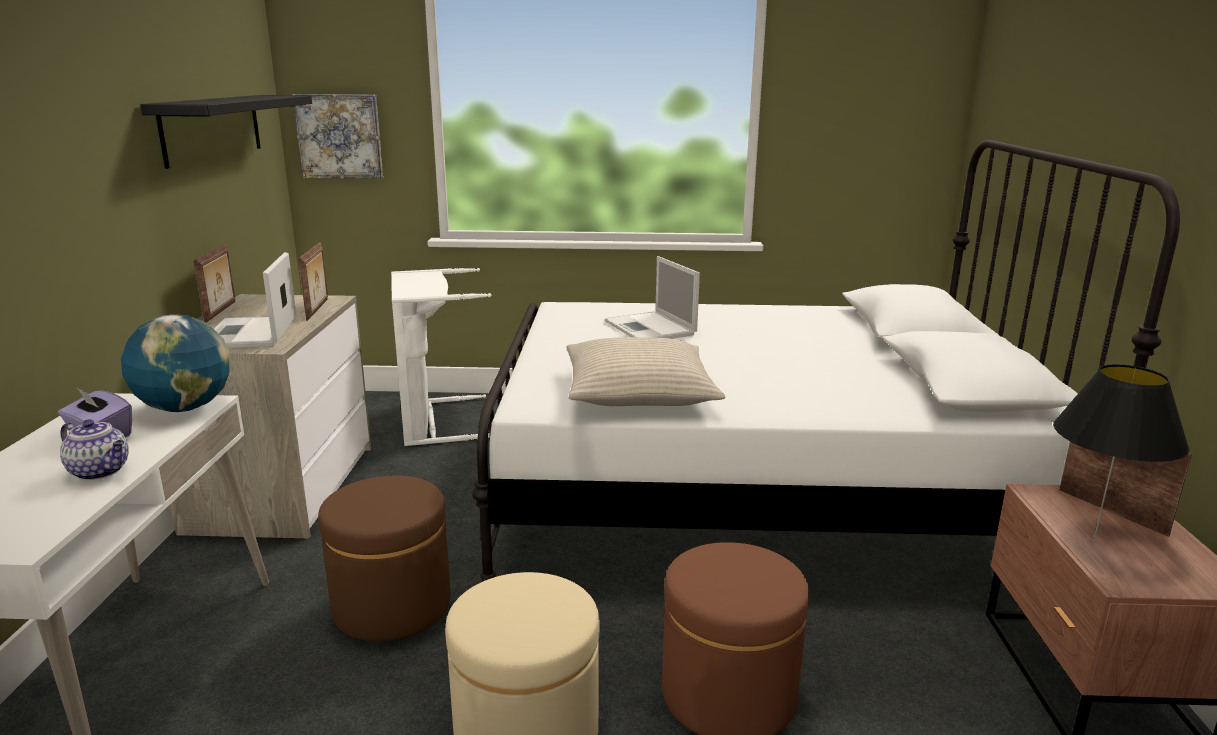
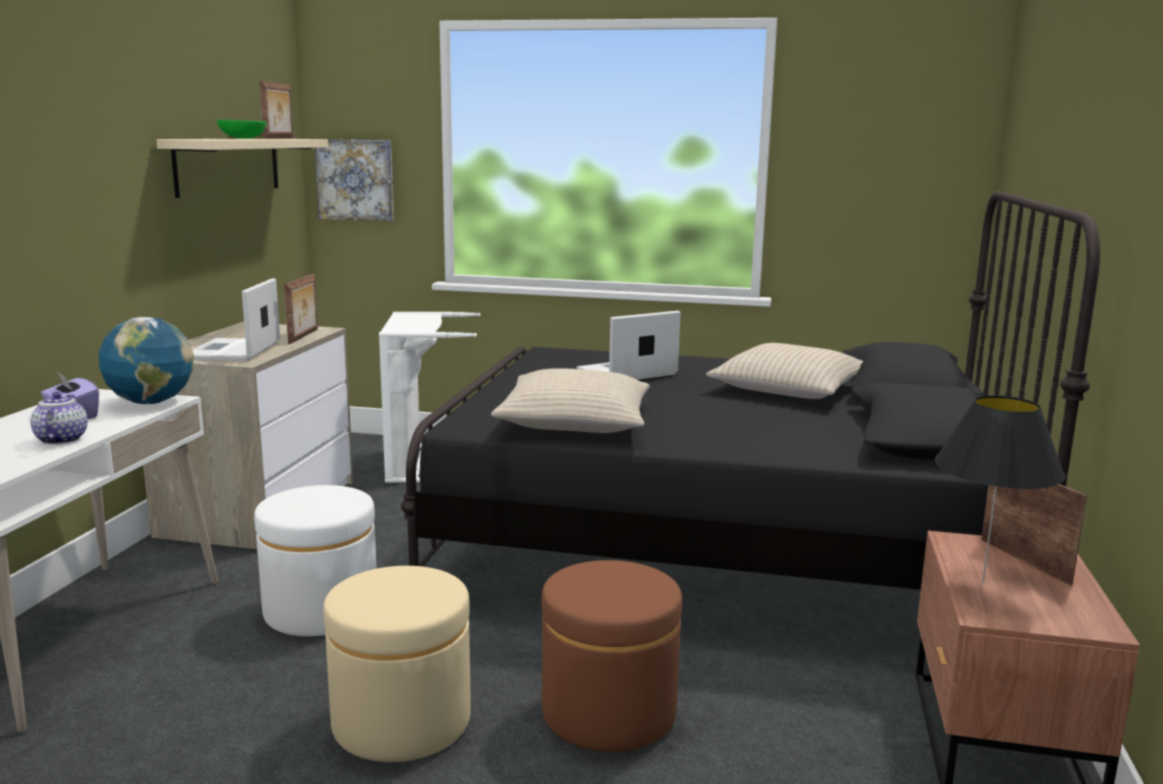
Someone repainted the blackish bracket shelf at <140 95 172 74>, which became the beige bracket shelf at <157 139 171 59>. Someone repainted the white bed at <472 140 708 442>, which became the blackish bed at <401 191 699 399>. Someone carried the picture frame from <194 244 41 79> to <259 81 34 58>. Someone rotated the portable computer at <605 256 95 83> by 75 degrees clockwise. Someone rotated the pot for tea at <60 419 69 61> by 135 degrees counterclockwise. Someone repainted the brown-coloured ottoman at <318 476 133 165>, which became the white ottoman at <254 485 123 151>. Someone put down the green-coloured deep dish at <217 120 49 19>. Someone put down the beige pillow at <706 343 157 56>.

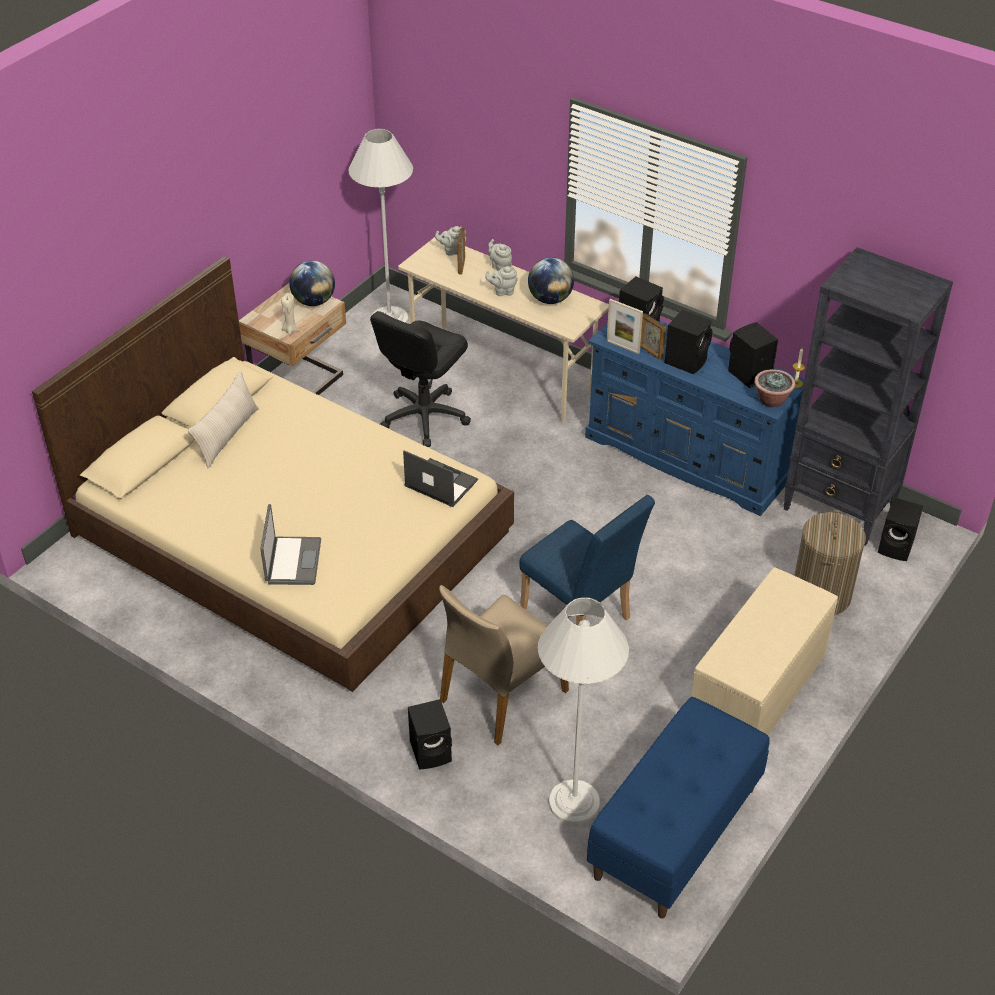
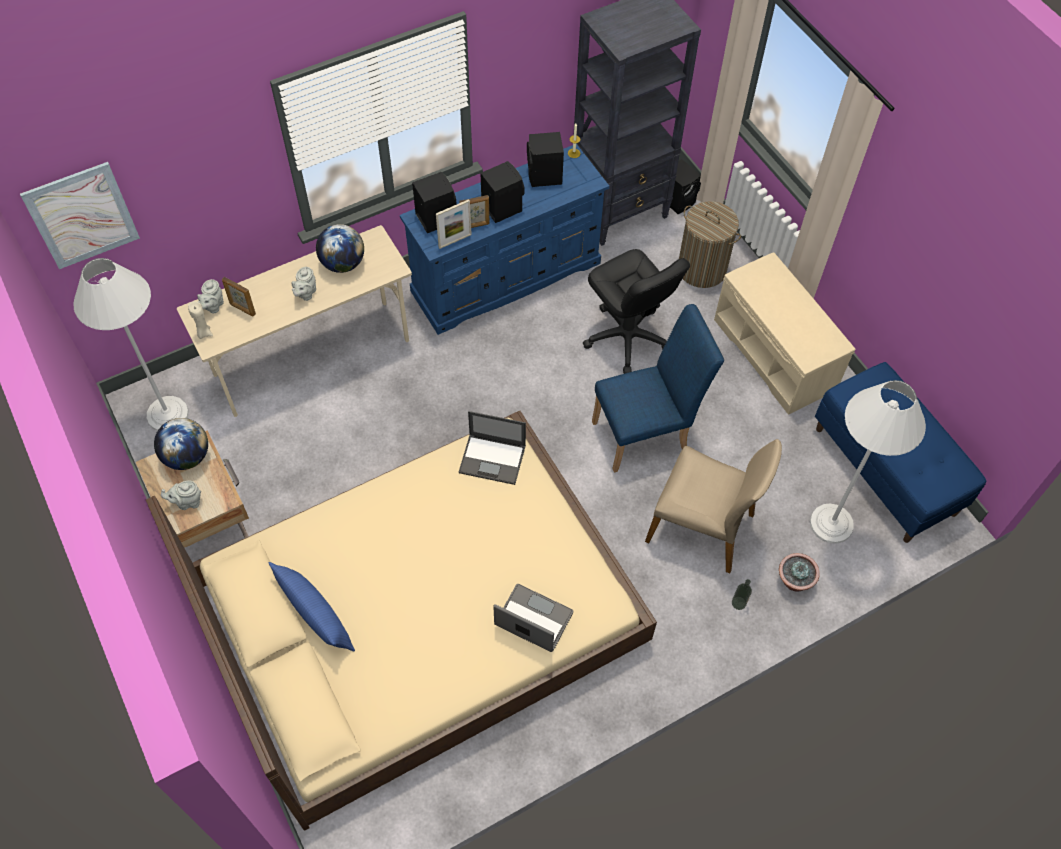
Someone carried the gray pot for tea from <488 239 24 32> to <161 481 40 29>. Someone carried the beige wax candle from <281 293 17 42> to <188 301 25 38>. Someone carried the blackish computer chair from <370 311 101 136> to <583 249 107 125>. Someone carried the potted plant from <754 369 41 39> to <779 553 41 39>. Someone repainted the beige pillow at <188 371 71 97>, which became the bluish pillow at <268 562 87 90>. Someone rotated the portable computer at <403 450 75 57> by 135 degrees counterclockwise. Someone rotated the beige plain chair at <439 585 130 160> by 45 degrees counterclockwise. Someone swapped the blackish loudspeaker at <408 699 44 71> for the beverage bottle at <732 579 20 31>. Someone put up the picture at <20 162 120 107>.

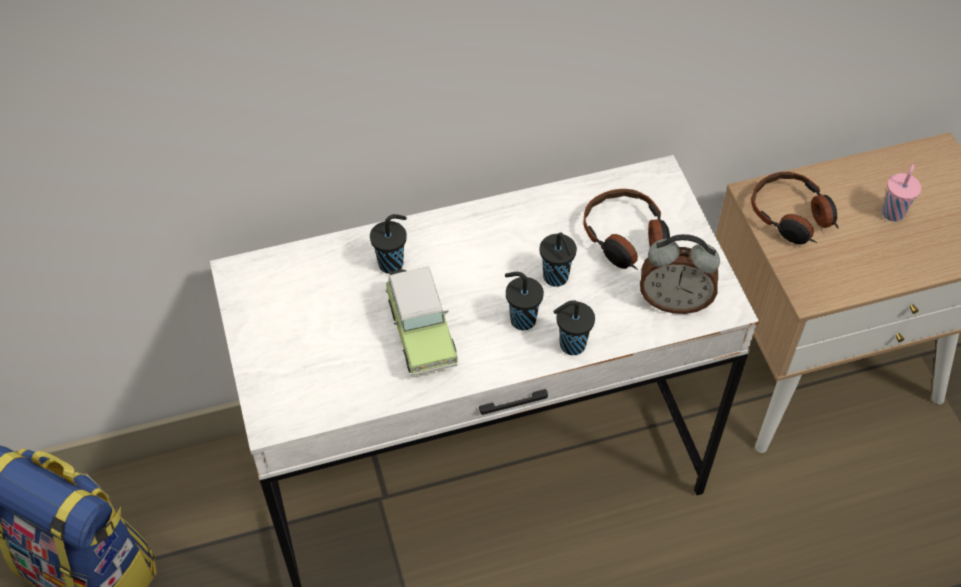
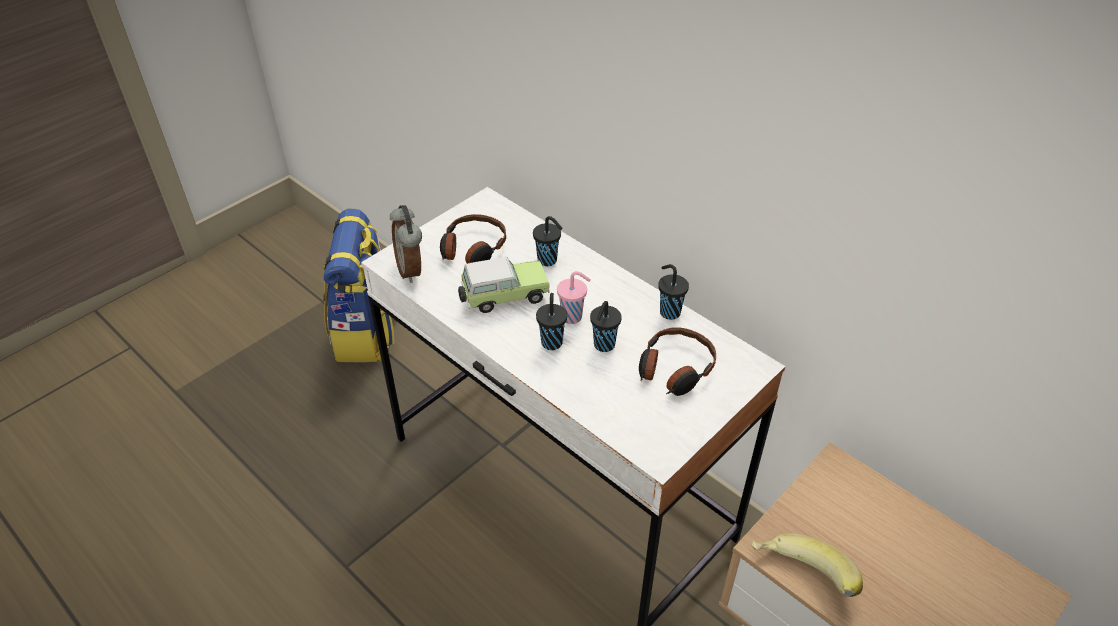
Someone carried the pink small cup from <882 164 39 58> to <557 271 34 53>. Someone carried the headset from <751 172 88 72> to <440 214 66 50>. Someone carried the table clock from <640 234 80 80> to <390 205 32 78>. Someone rotated the miniature car at <385 267 73 109> by 150 degrees counterclockwise. Someone carried the blackish small cup from <553 300 42 55> to <658 264 31 56>. Someone put down the whole banana at <751 533 112 64>.

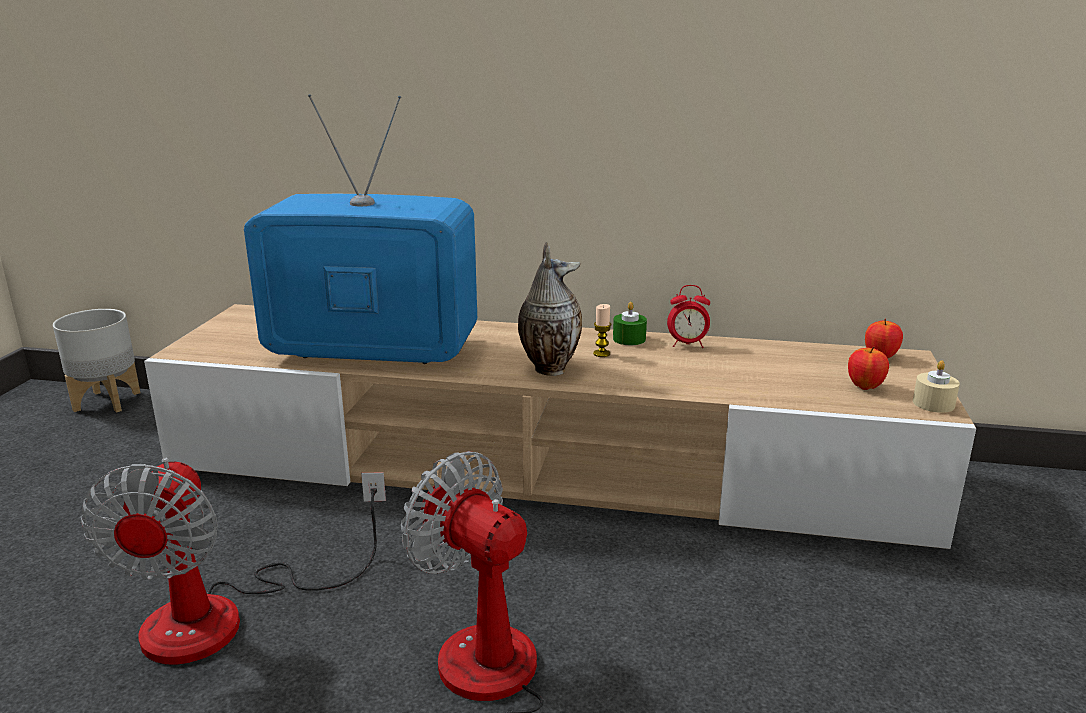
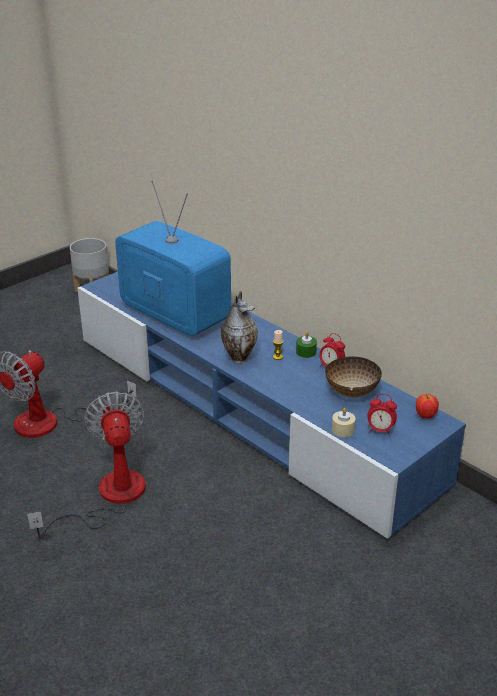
Someone repainted the beige tv unit at <144 304 832 245>, which became the bluish tv unit at <77 272 389 267>. Someone swapped the apple at <848 346 41 44> for the table clock at <368 394 29 42>. Someone carried the beige wax candle from <913 360 47 53> to <332 408 24 29>. Someone put down the deep dish at <325 356 57 42>.

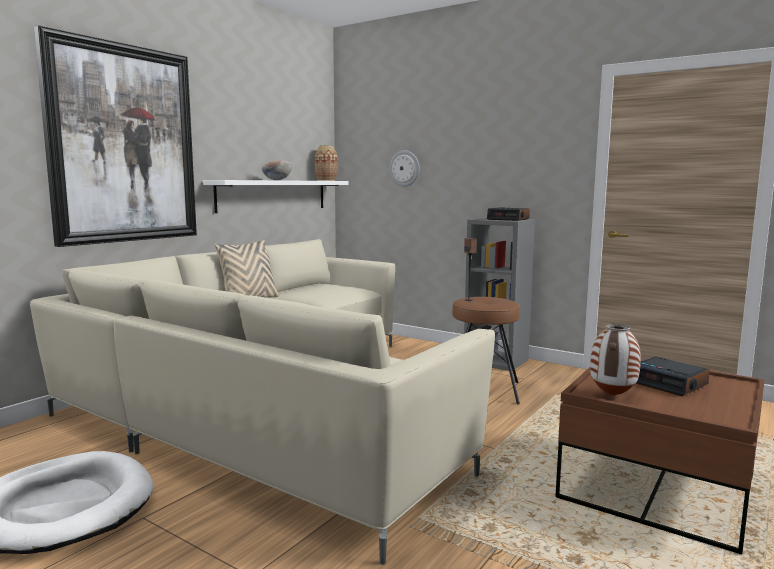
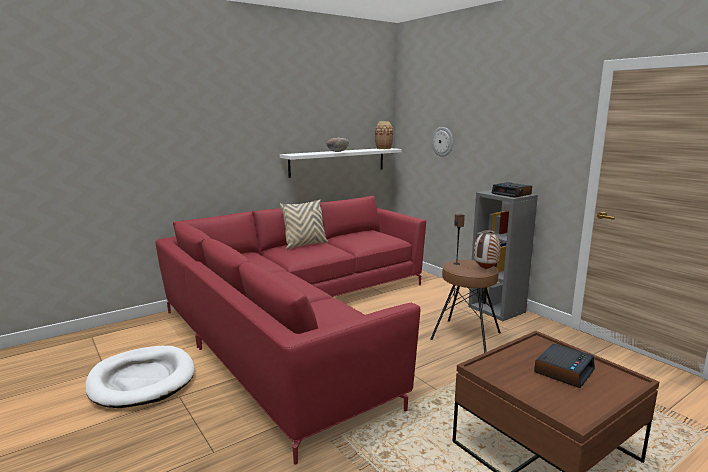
Someone took away the picture at <34 25 163 222>. Someone repainted the beige couch at <30 239 465 326>, which became the reddish couch at <155 195 271 270>. Someone carried the vase from <590 324 51 72> to <474 230 27 39>. Someone rotated the table clock at <636 357 74 39> by 120 degrees counterclockwise.

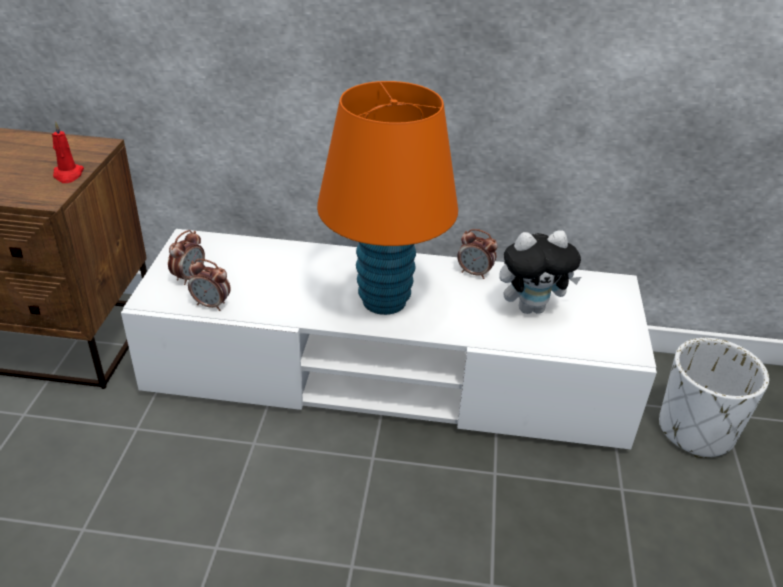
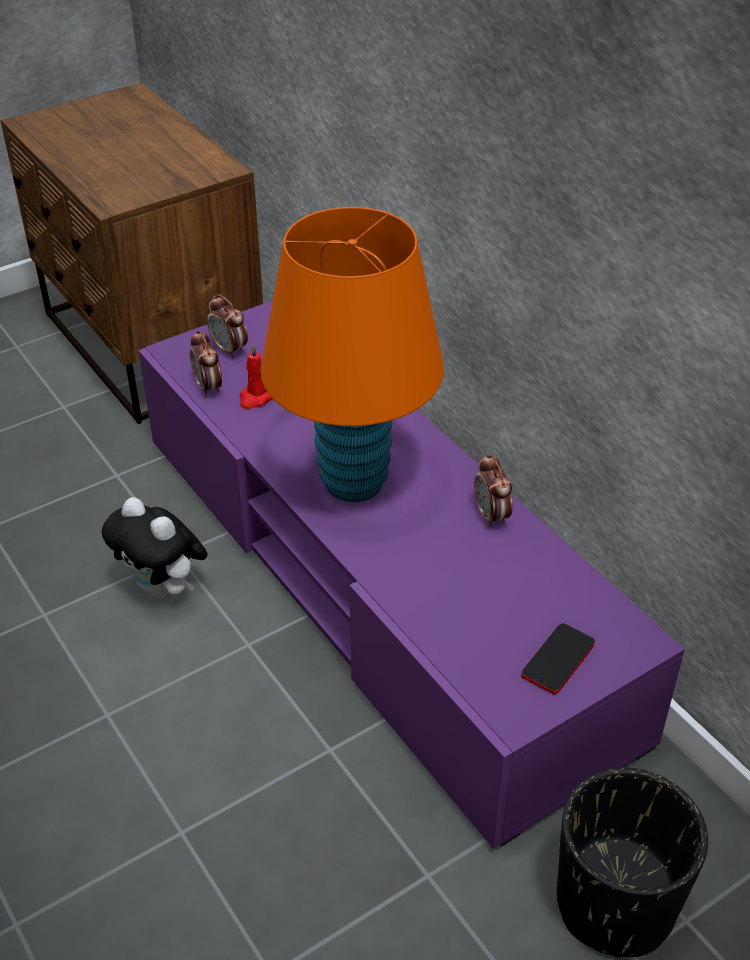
Someone carried the reddish wax candle from <52 121 32 62> to <240 344 32 65>. Someone repainted the white tv unit at <121 229 536 220>, which became the purple-coloured tv unit at <138 300 547 549>. Someone rotated the table clock at <168 230 37 55> by 60 degrees clockwise. Someone carried the plush toy from <499 230 82 84> to <102 497 106 102>. Someone repainted the white planter at <659 338 110 120>, which became the blackish planter at <557 768 151 189>. Someone put down the handset at <521 623 74 72>.

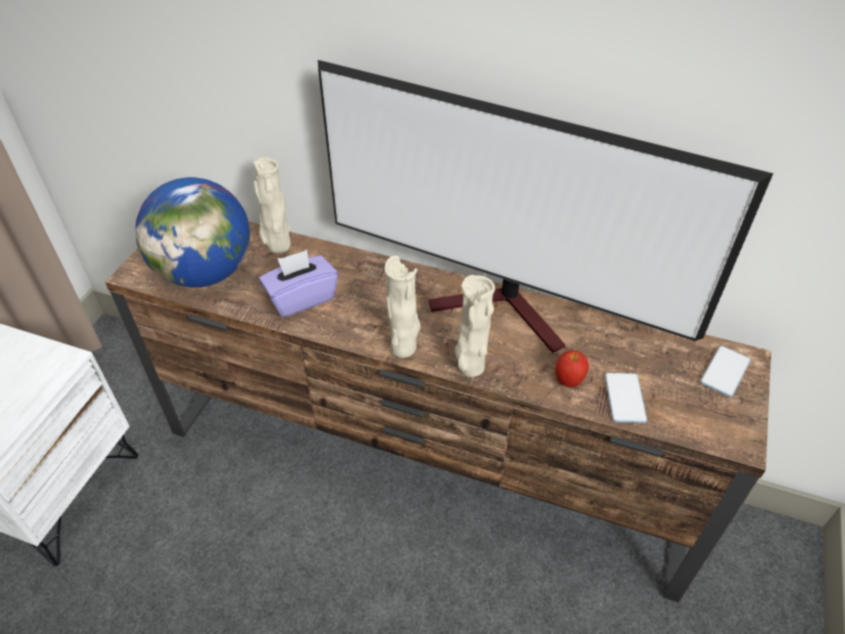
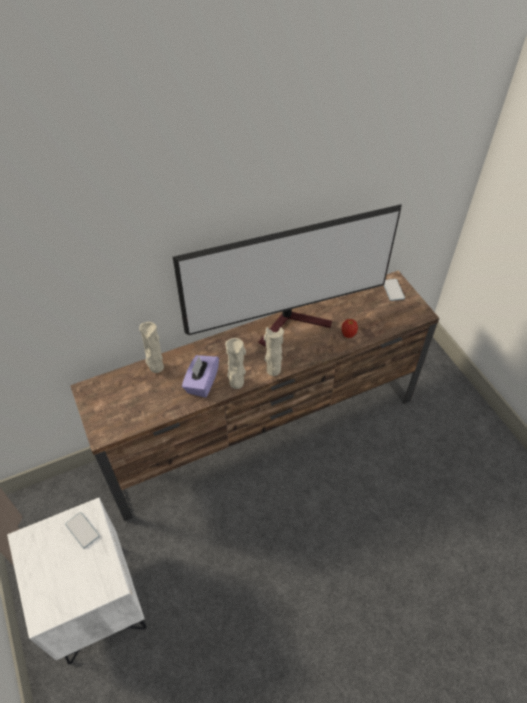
Someone took away the globe at <136 177 114 110>. Someone carried the beige vase from <455 275 40 102> to <225 338 21 51>. Someone carried the handset from <605 373 42 50> to <65 512 35 36>.

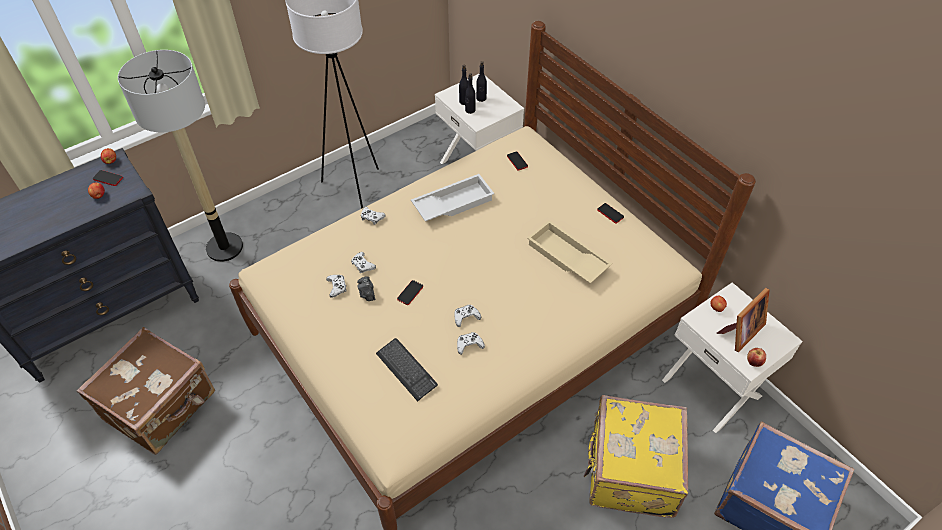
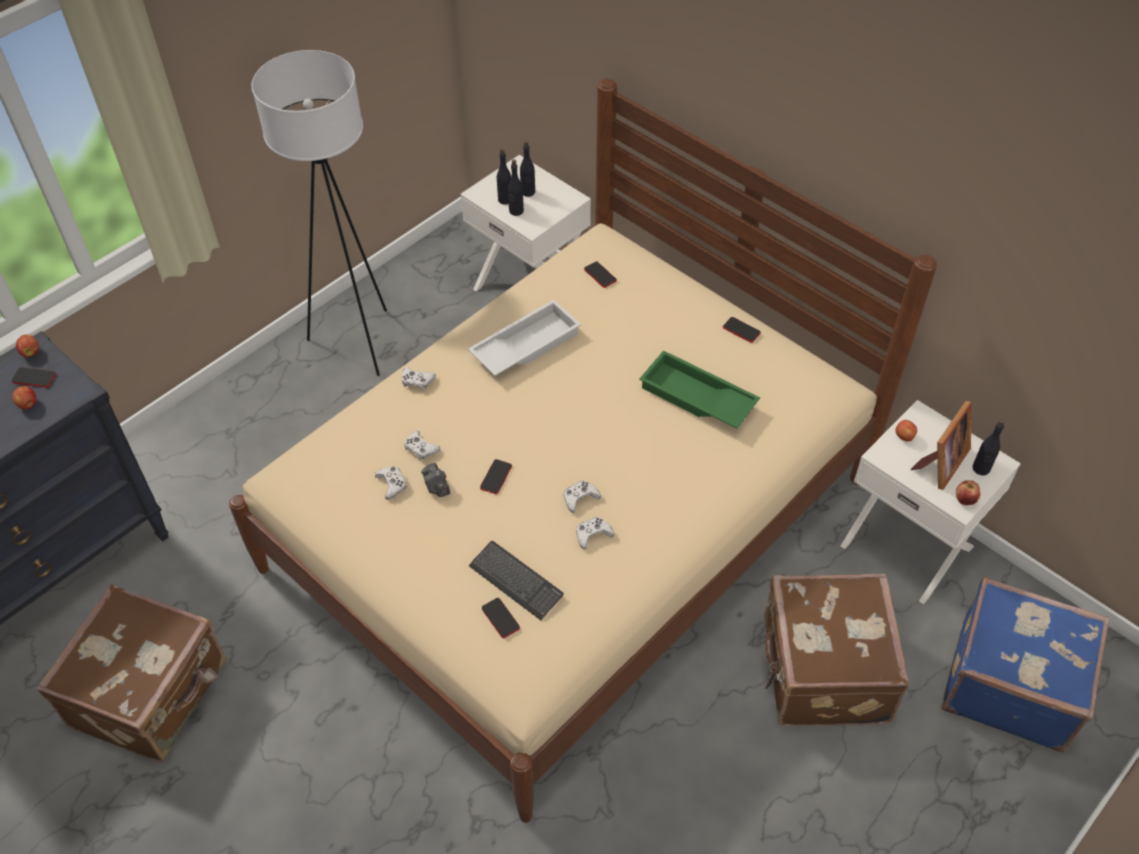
Someone took away the floor lamp at <118 50 125 212>. Someone repainted the beige serving tray at <527 220 85 64>, which became the green-coloured serving tray at <639 350 121 78>. Someone repainted the yellow-coloured travel case at <583 395 105 123>, which became the brown-coloured travel case at <764 574 145 153>. Someone put down the blackish beverage bottle at <972 419 33 57>. Someone put down the handset at <482 598 38 40>.

